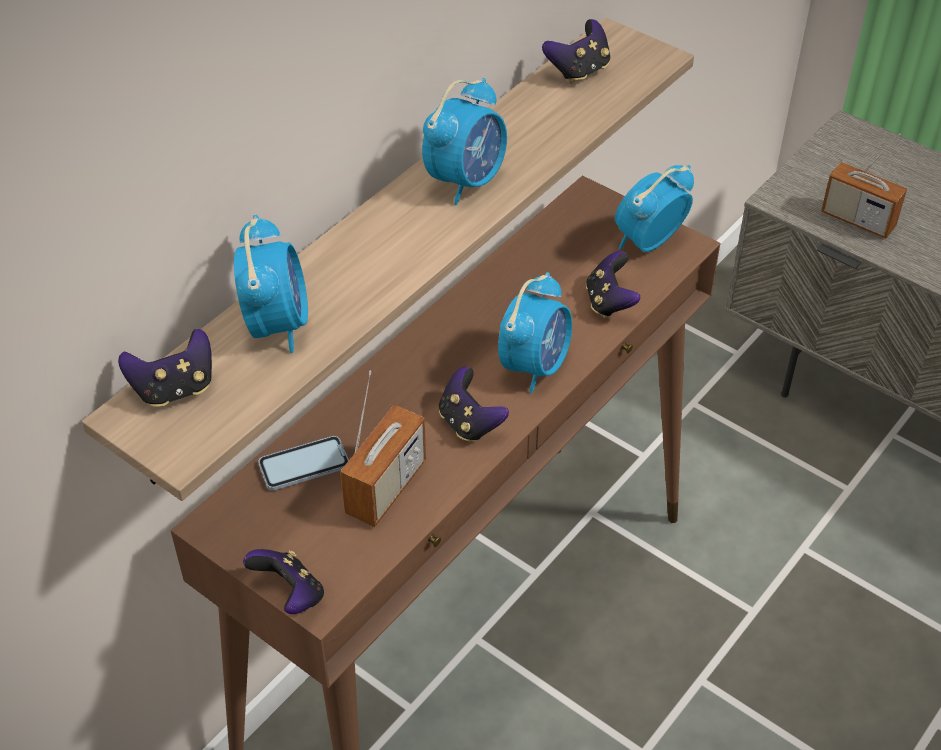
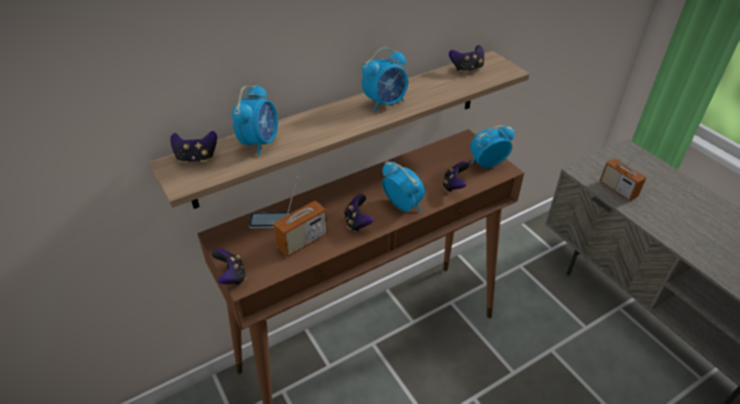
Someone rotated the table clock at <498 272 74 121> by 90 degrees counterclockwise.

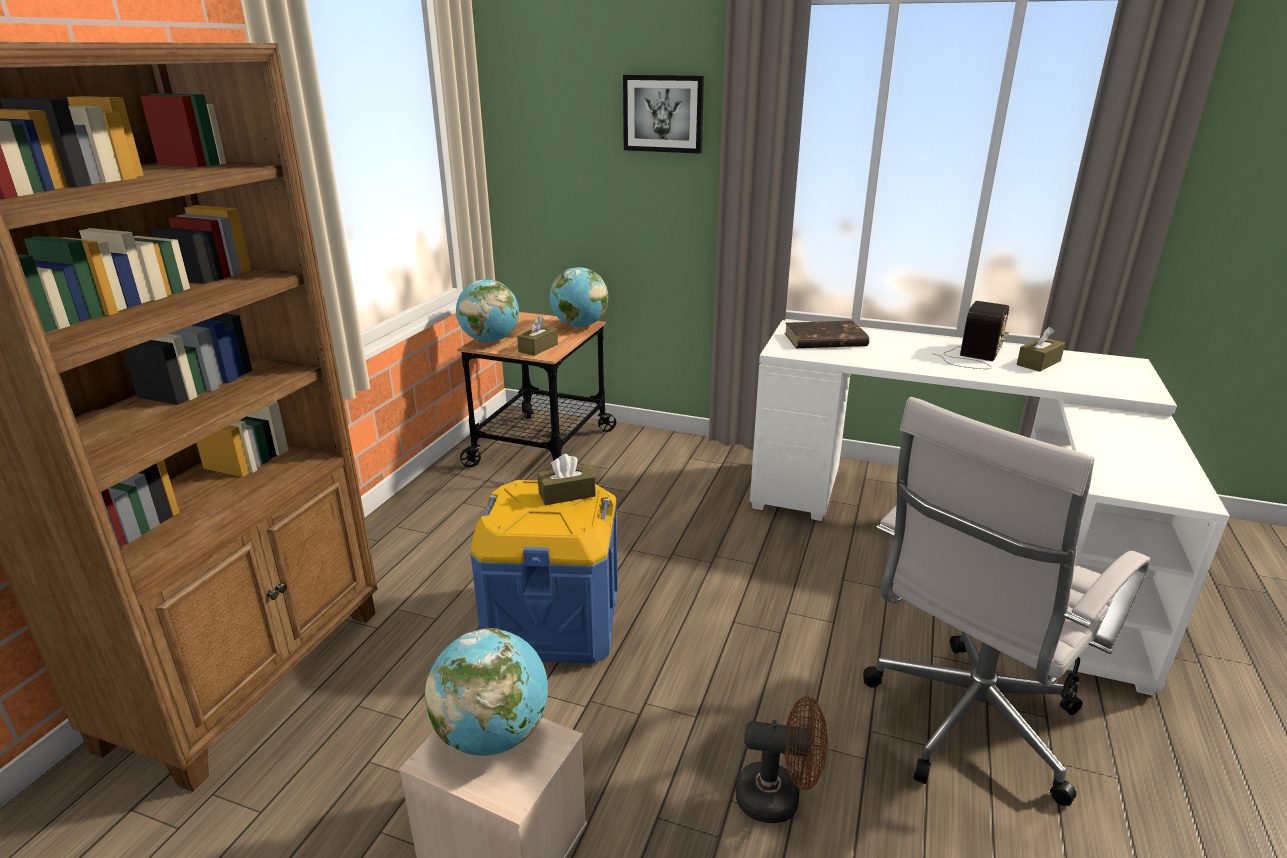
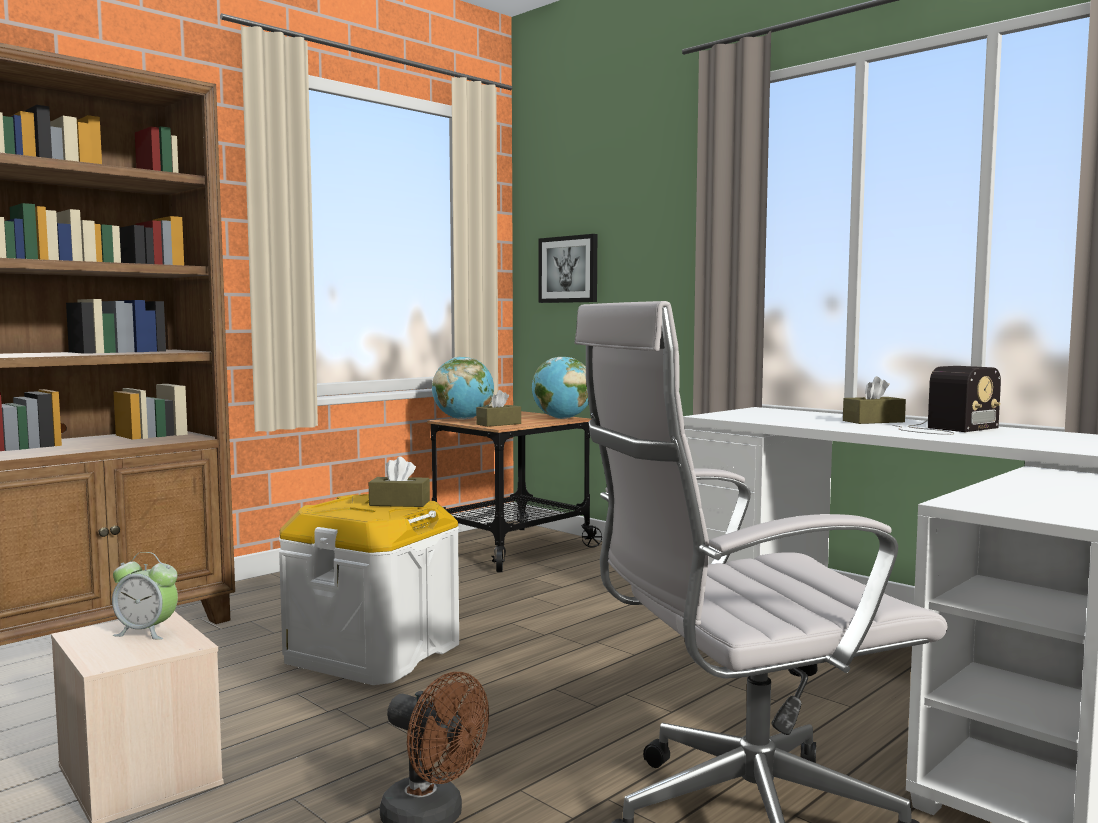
Someone carried the picture from <623 75 81 79> to <538 234 59 69>. Someone took away the brown-coloured bound book at <784 321 85 27>. Someone carried the brown-coloured box of tissues from <1017 327 48 45> to <843 376 63 48>. Someone repainted the bluish storage box at <470 480 148 184>, which became the white storage box at <279 494 180 191>. Someone swapped the globe at <425 628 123 128> for the table clock at <112 552 66 88>.

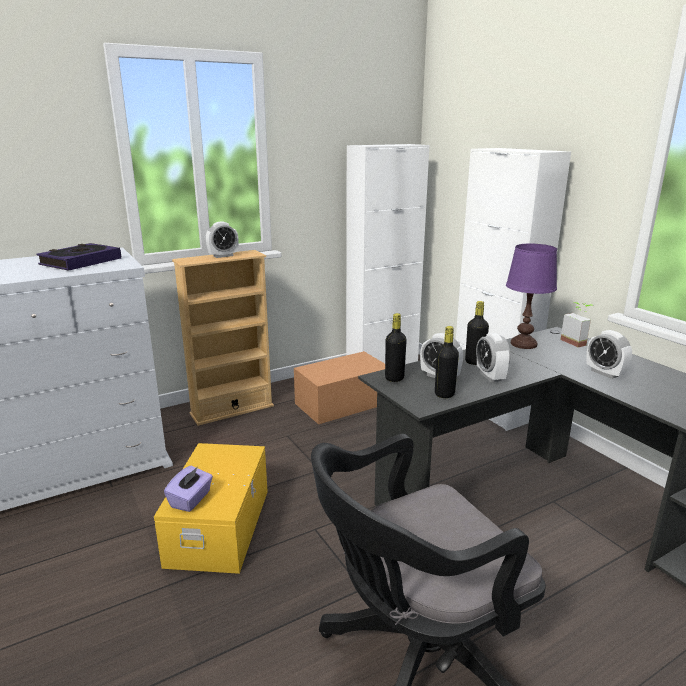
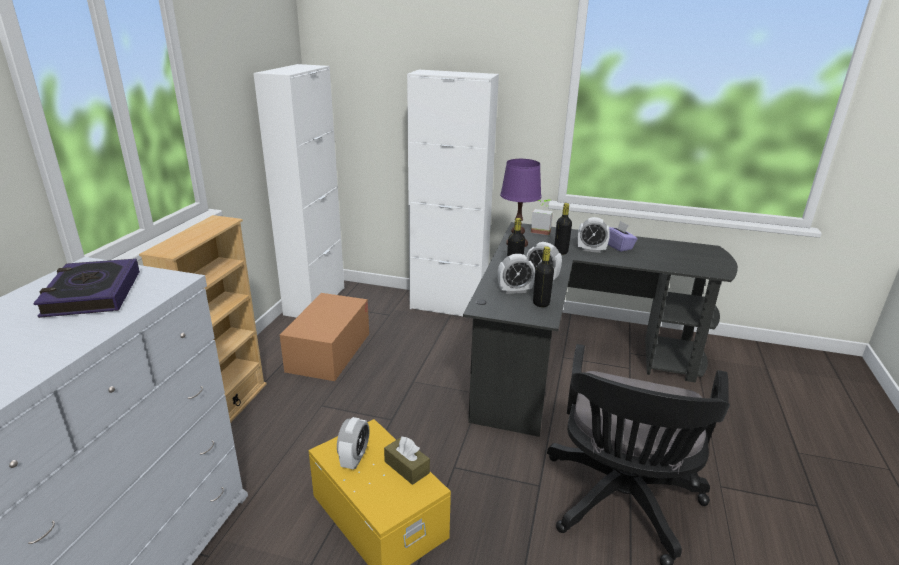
Someone carried the table clock from <206 222 33 36> to <337 417 32 52>. Someone carried the blackish beverage bottle from <385 313 22 69> to <554 203 18 52>. Someone carried the purple-coloured box of tissues from <164 466 49 46> to <608 221 30 31>. Someone put down the brown-coloured box of tissues at <384 437 46 48>.

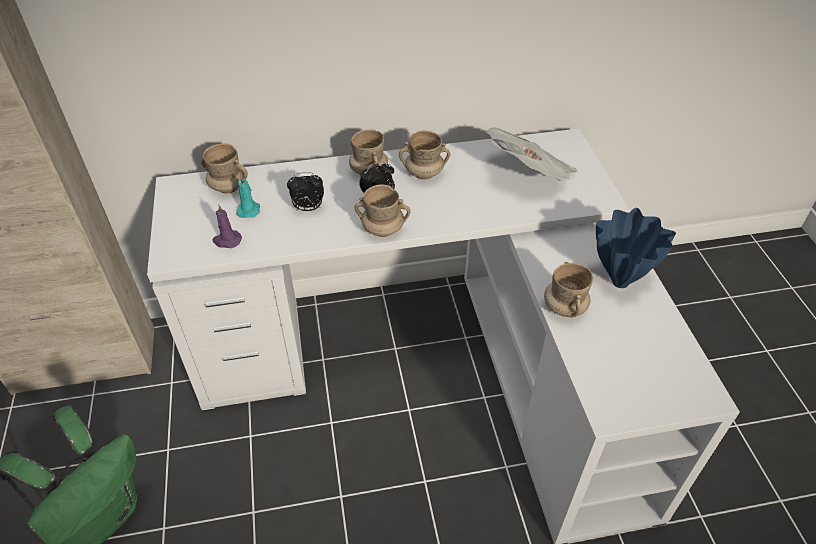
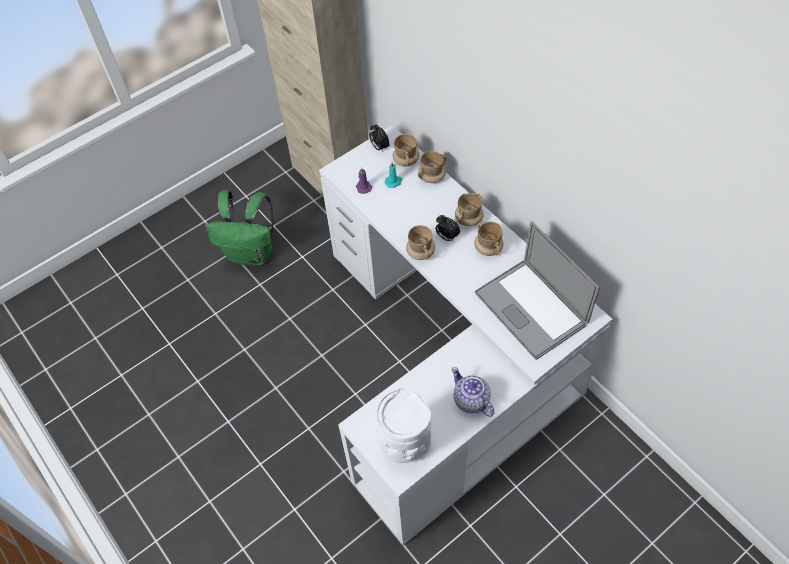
Someone swapped the newspaper at <486 127 92 54> for the portable computer at <475 221 125 139>. Someone carried the table clock from <287 172 37 39> to <369 124 21 27>. Someone swapped the bluish vase at <596 208 80 80> for the pot for tea at <451 367 43 50>. Someone carried the beige tea mug from <544 262 49 56> to <418 151 29 32>. Someone put down the white vase at <376 388 55 75>.

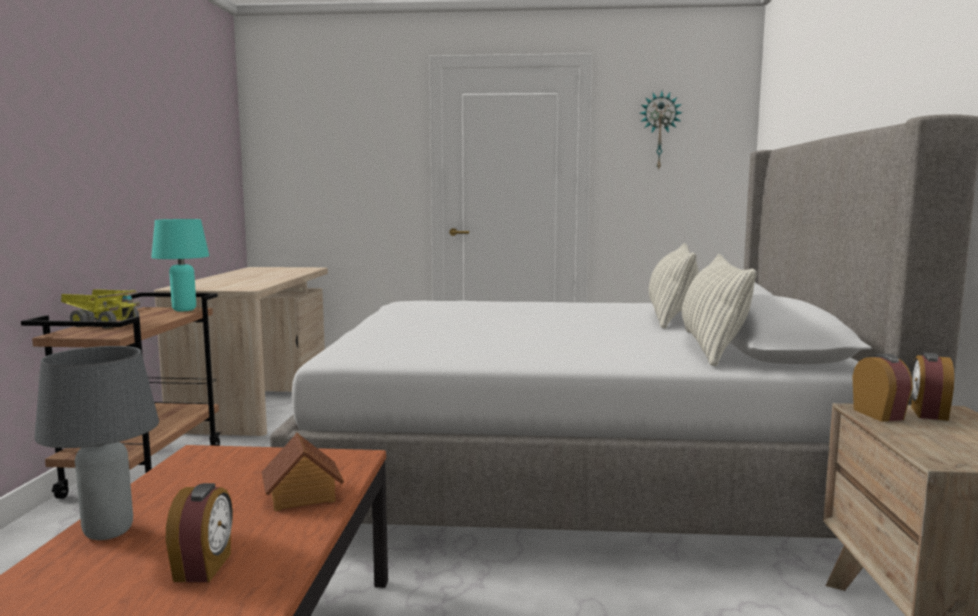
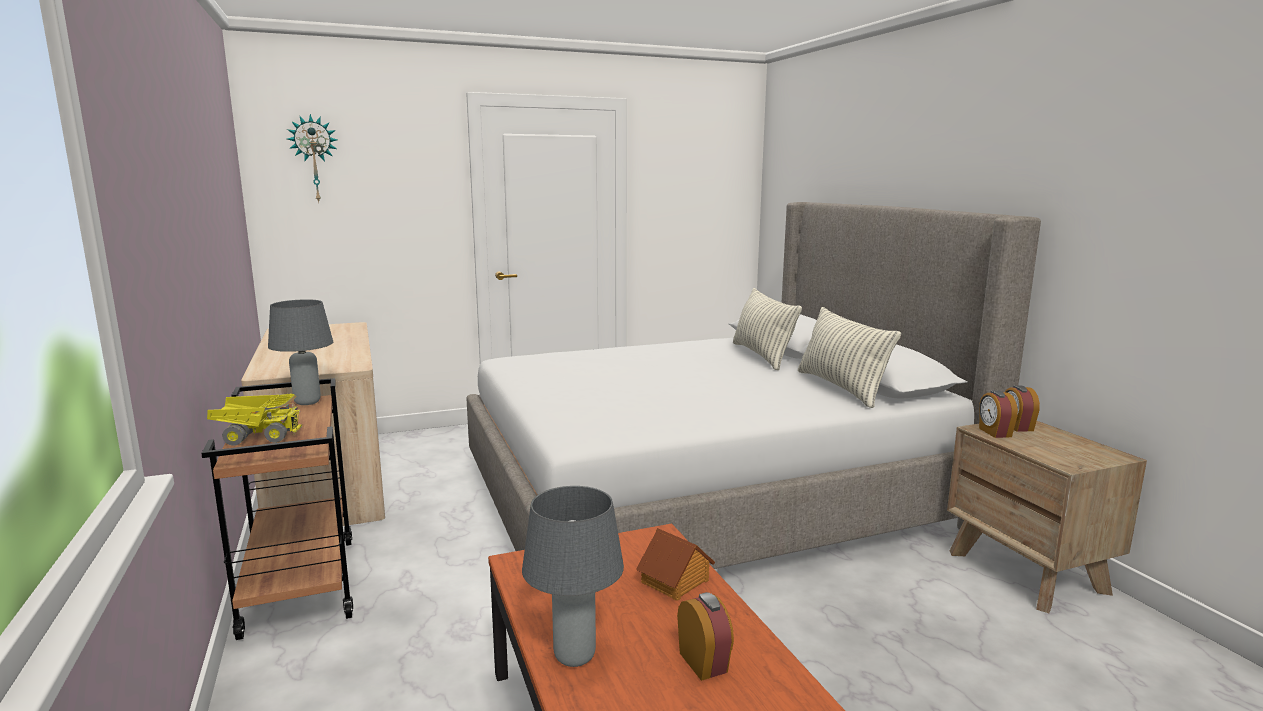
Someone carried the hanging clock from <639 91 43 80> to <287 114 50 88>. Someone repainted the turquoise-coloured table lamp at <151 219 58 92>, which became the gray table lamp at <268 299 65 106>. Someone rotated the table clock at <852 354 61 68> by 150 degrees counterclockwise.

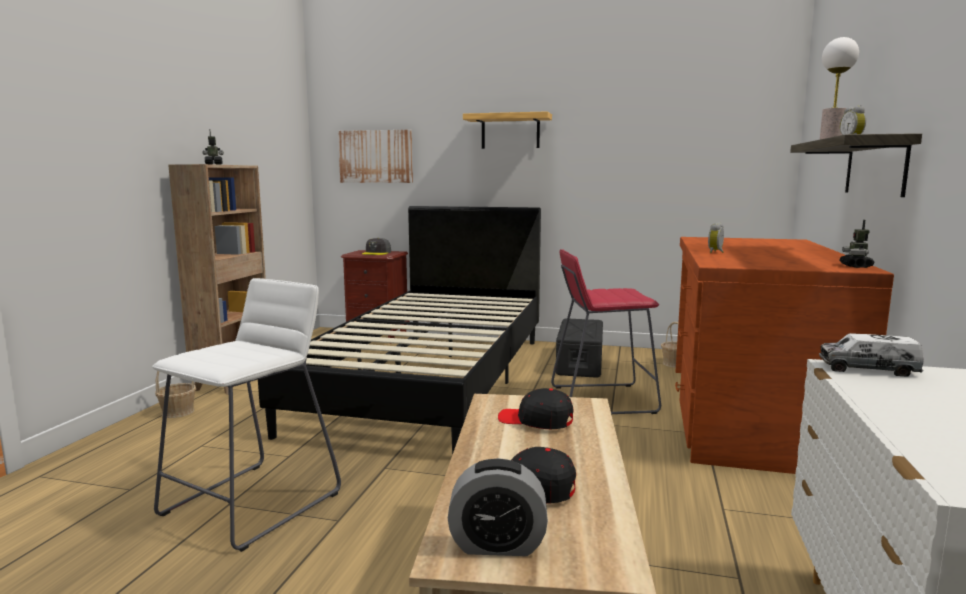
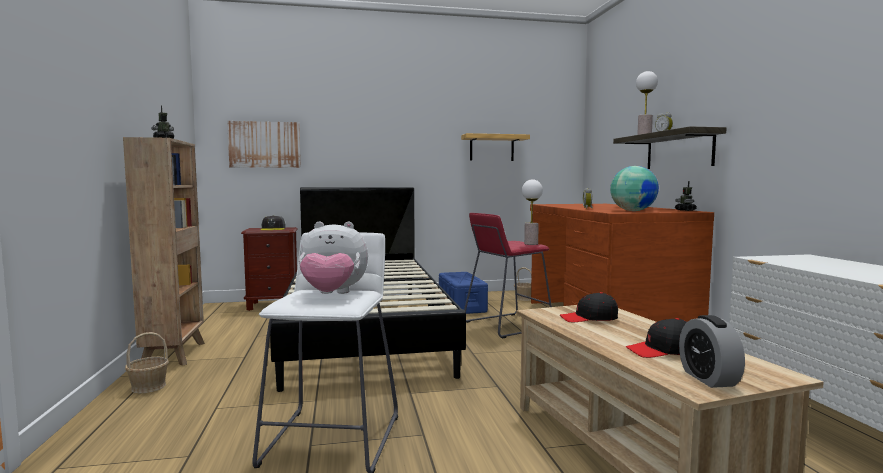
Someone carried the bracket shelf from <463 111 89 38> to <461 133 69 28>. Someone repainted the blackish storage box at <556 318 47 60>, which became the bluish storage box at <439 272 49 42>. Someone took away the toy truck at <819 333 105 44>. Someone rotated the table clock at <448 458 100 98> by 105 degrees clockwise. Someone put down the globe at <610 166 49 45>. Someone put down the table lamp at <522 179 21 66>. Someone put down the plush toy at <299 221 69 73>.

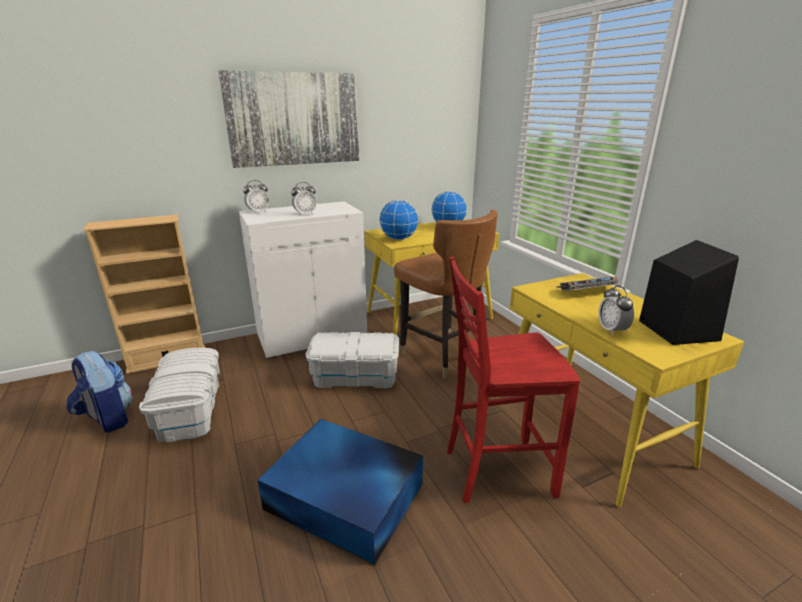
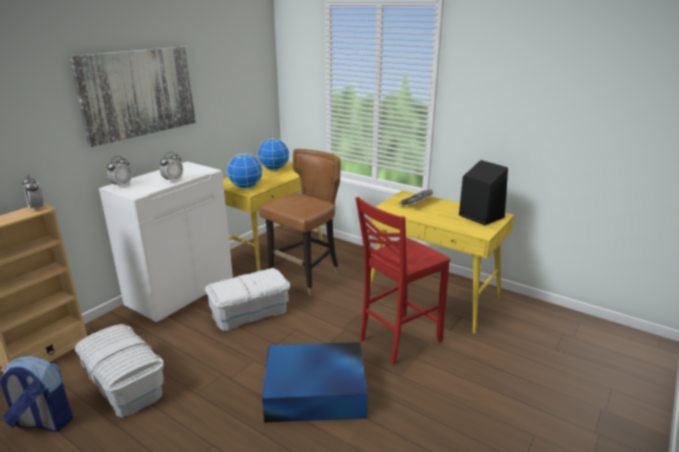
Someone rotated the brown-coloured plain chair at <394 210 104 169> by 75 degrees counterclockwise. Someone carried the table clock from <598 285 36 50> to <22 175 21 36>.

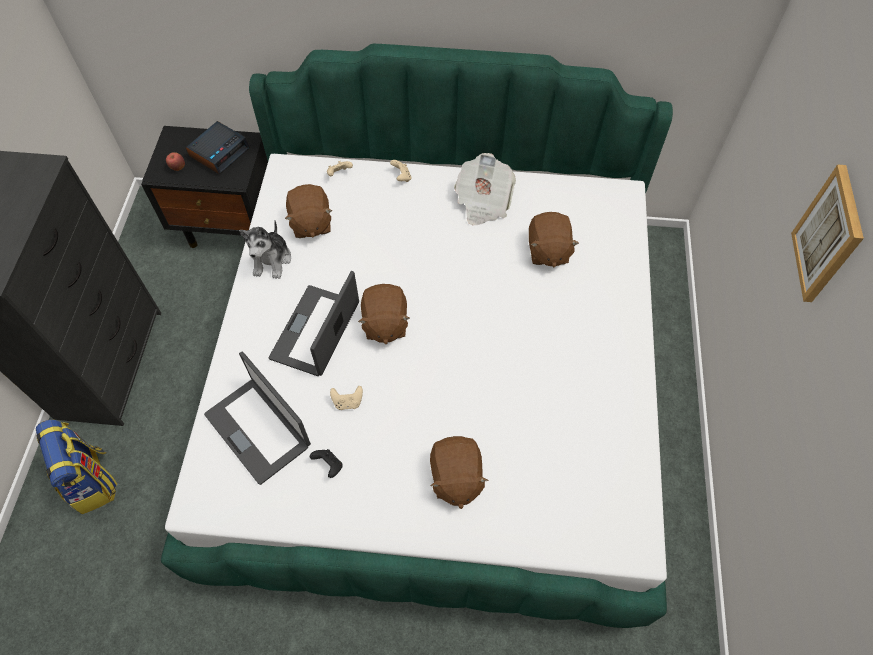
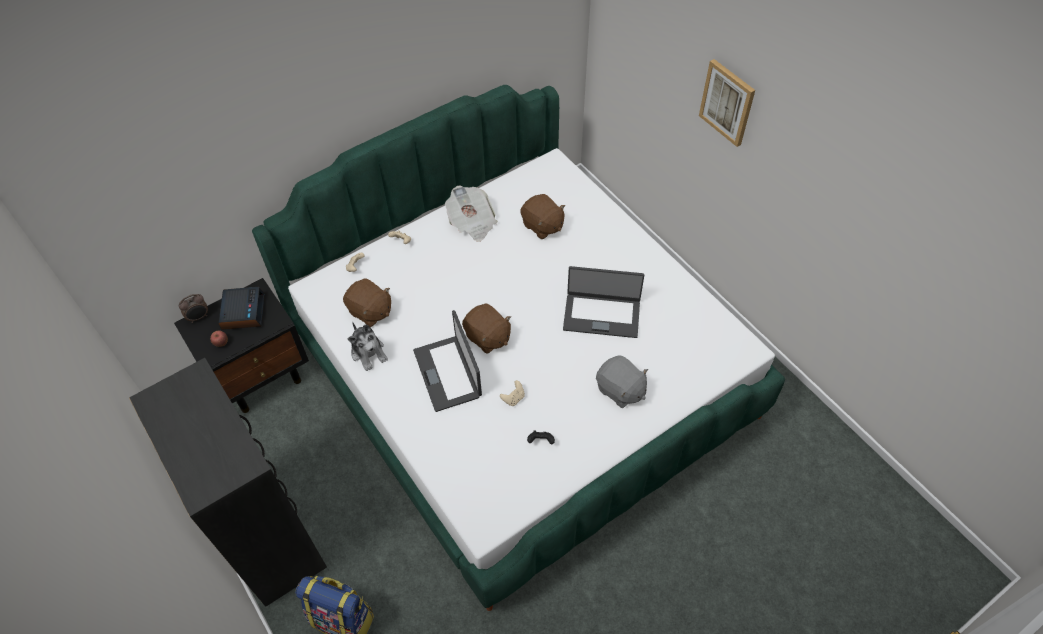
Someone carried the portable computer from <204 352 107 133> to <563 266 81 72>. Someone repainted the brown-coloured plush toy at <430 436 59 73>, which became the gray plush toy at <596 355 52 53>. Someone put down the table clock at <179 294 29 29>.

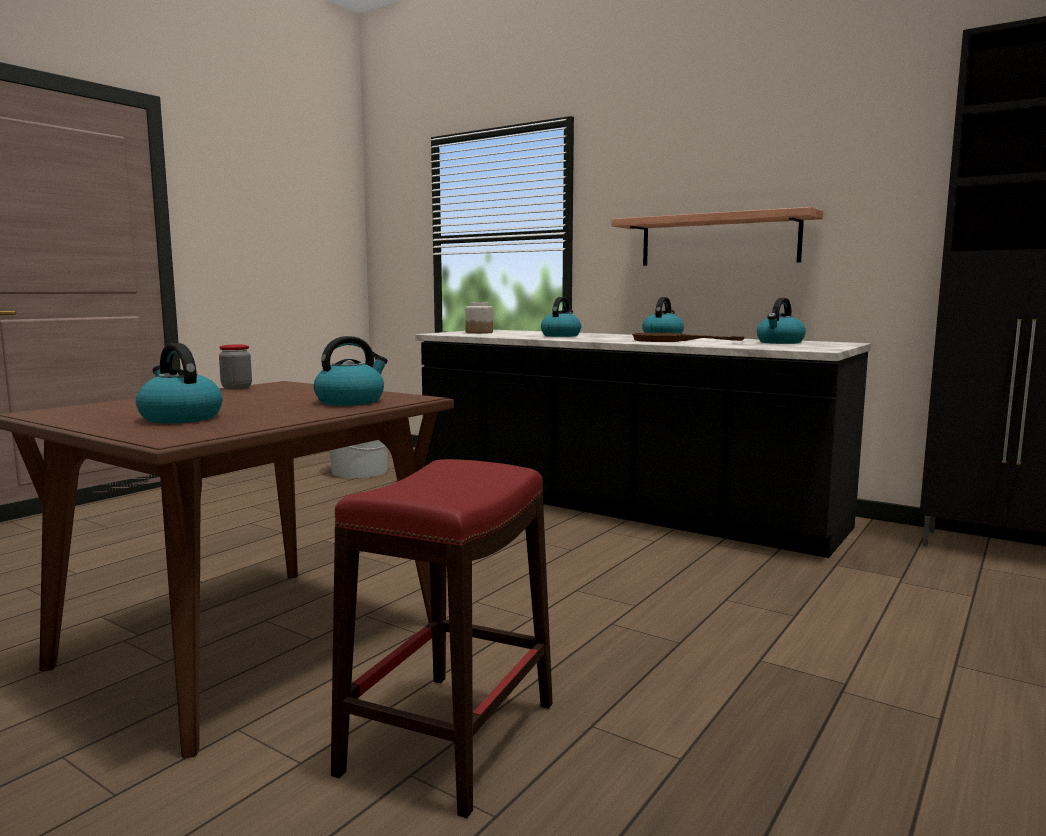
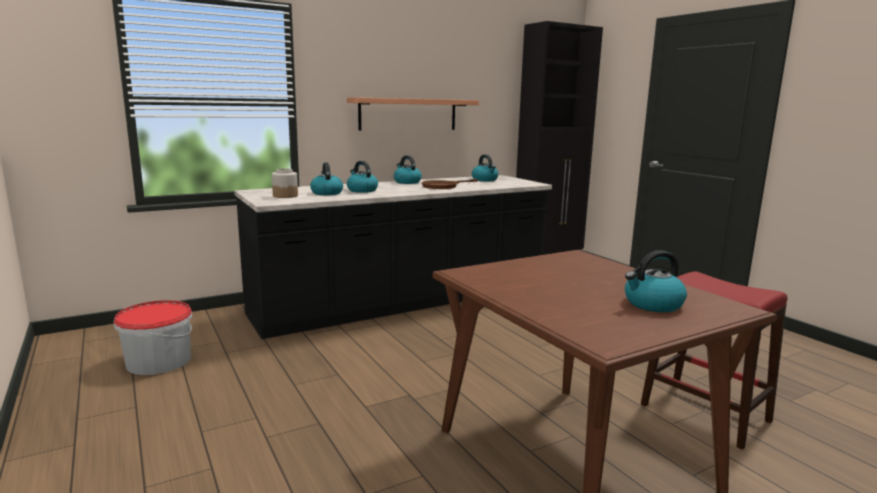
Someone carried the water kettle from <314 336 74 70> to <310 162 33 33>. Someone took away the storage jar at <219 344 33 46>.

